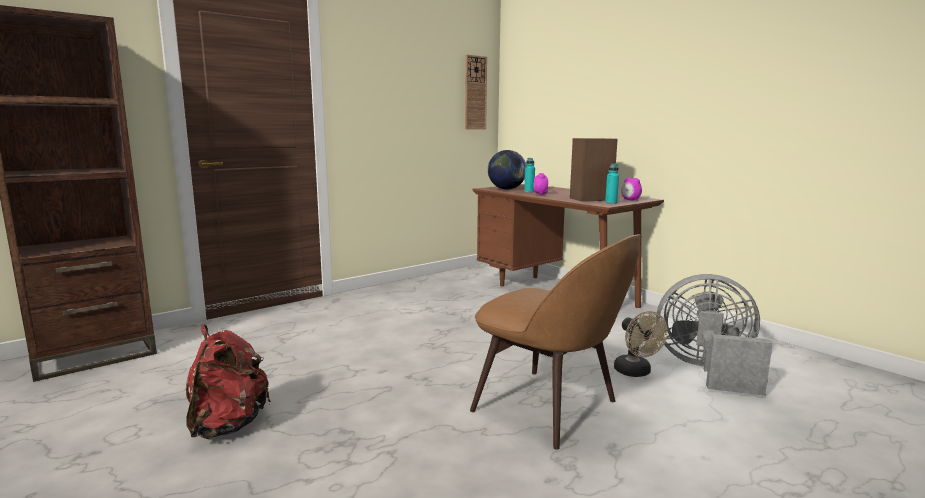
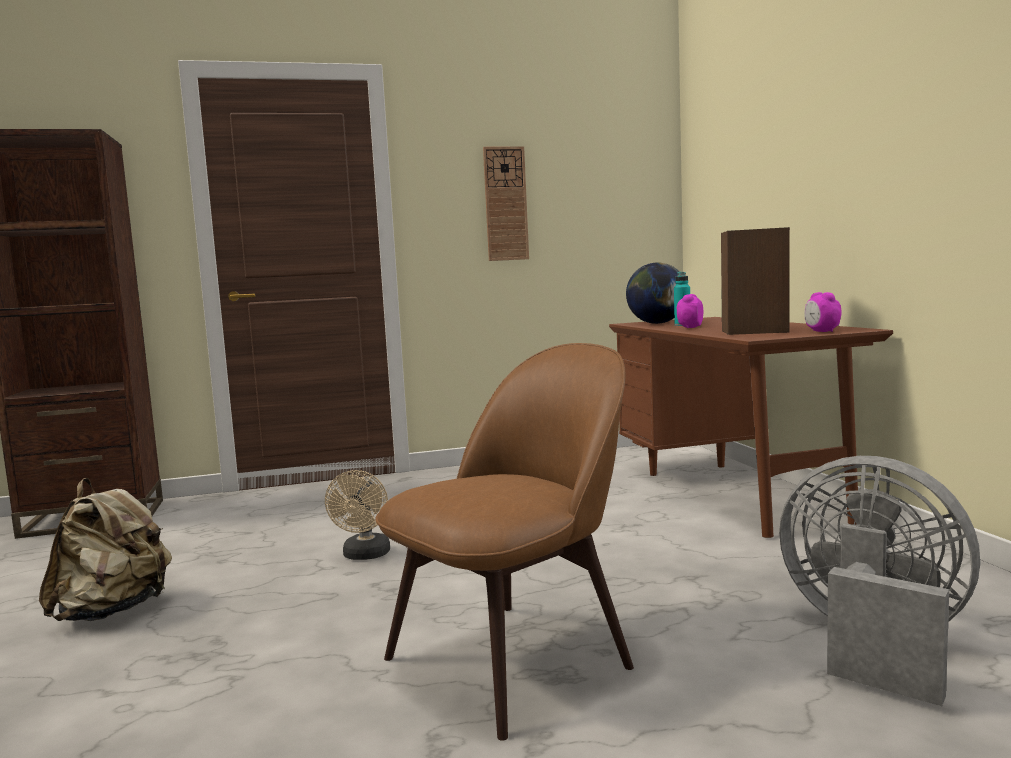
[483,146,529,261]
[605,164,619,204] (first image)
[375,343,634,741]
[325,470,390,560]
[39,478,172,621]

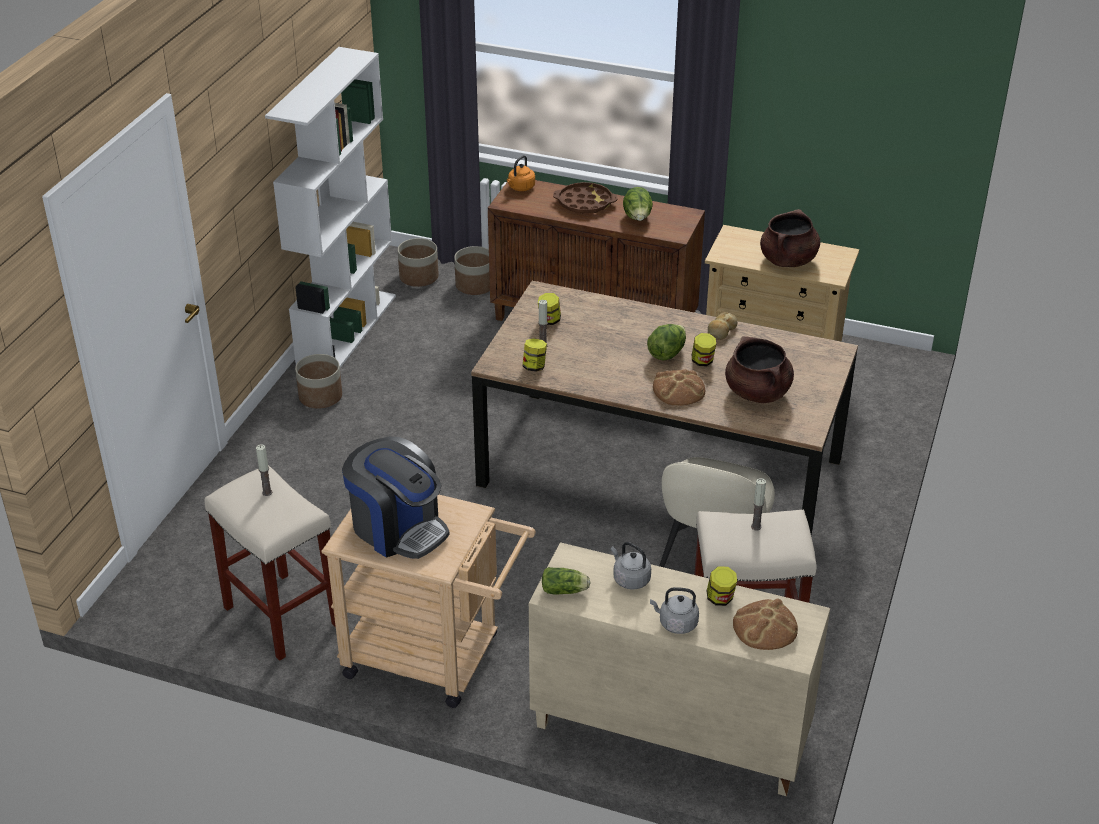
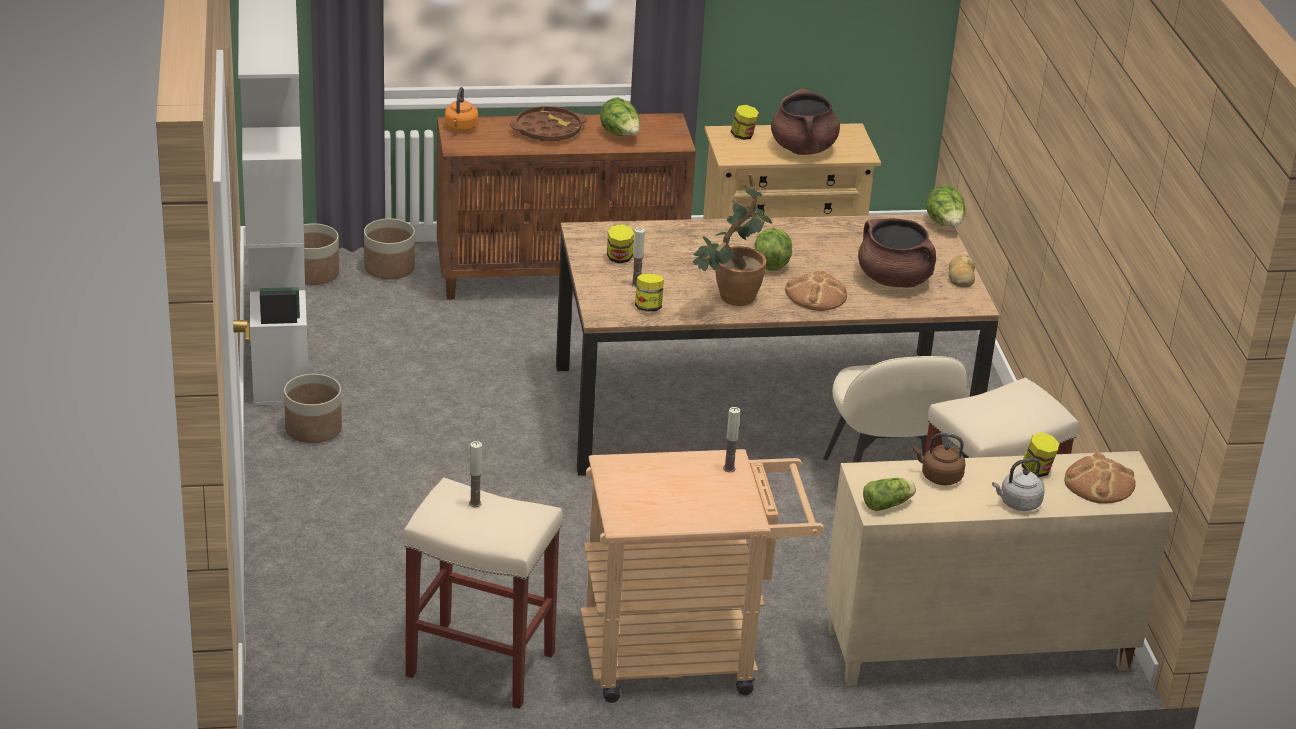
[949,255,975,287]
[731,105,759,140]
[342,437,450,559] (first image)
[723,407,740,472]
[913,433,965,486]
[692,174,773,306]
[926,185,965,227]

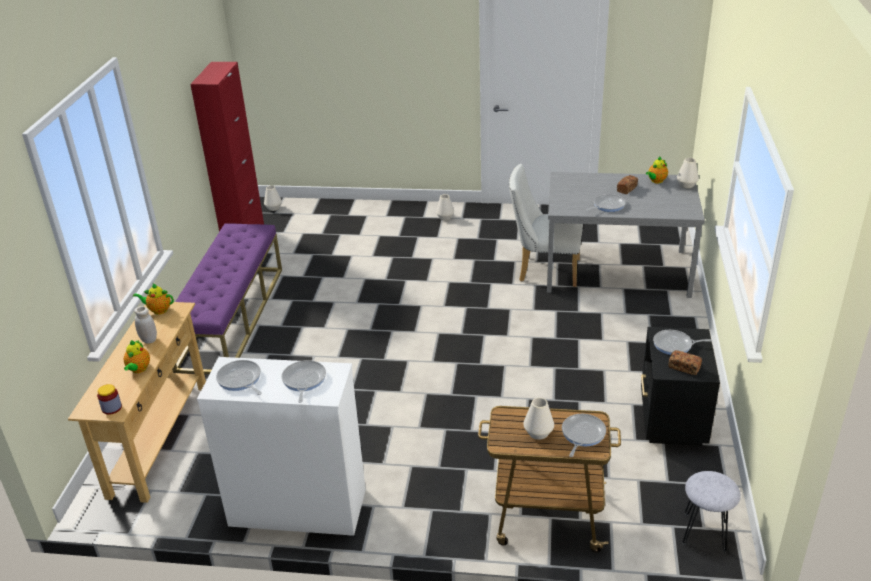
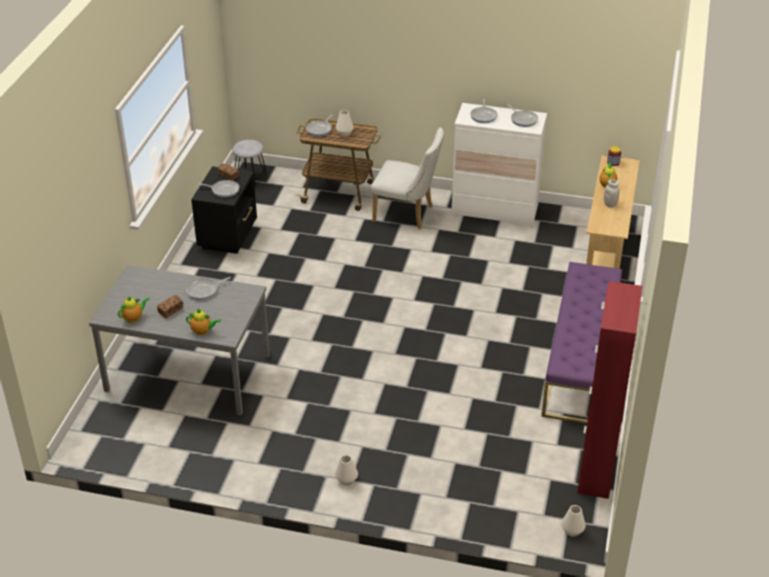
[677,158,699,188] (first image)
[371,127,444,229]
[186,309,221,335]

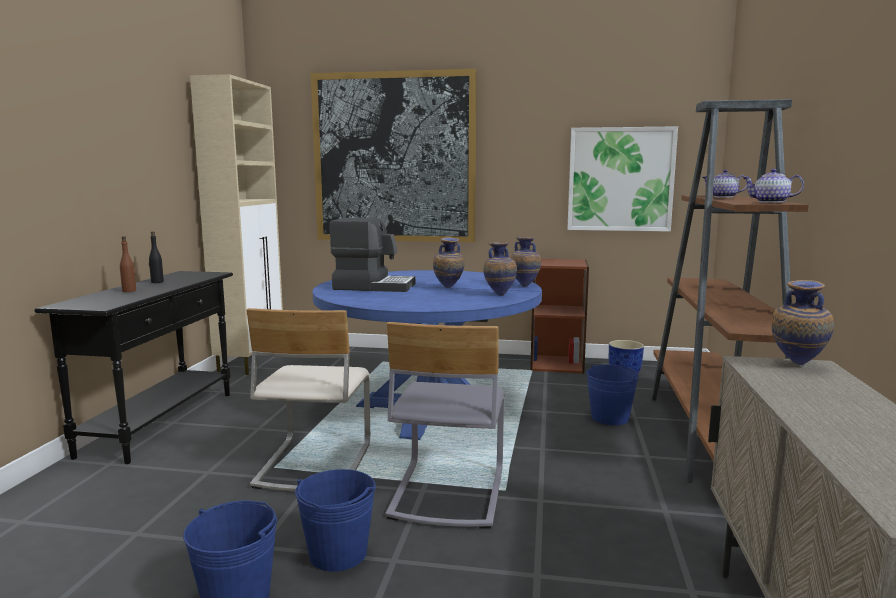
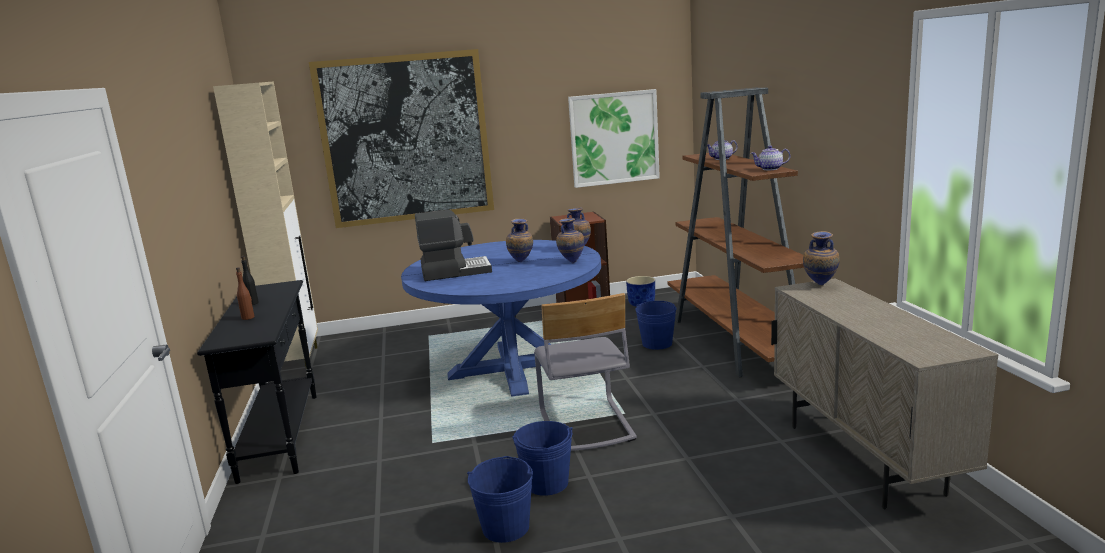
[246,308,370,491] (first image)

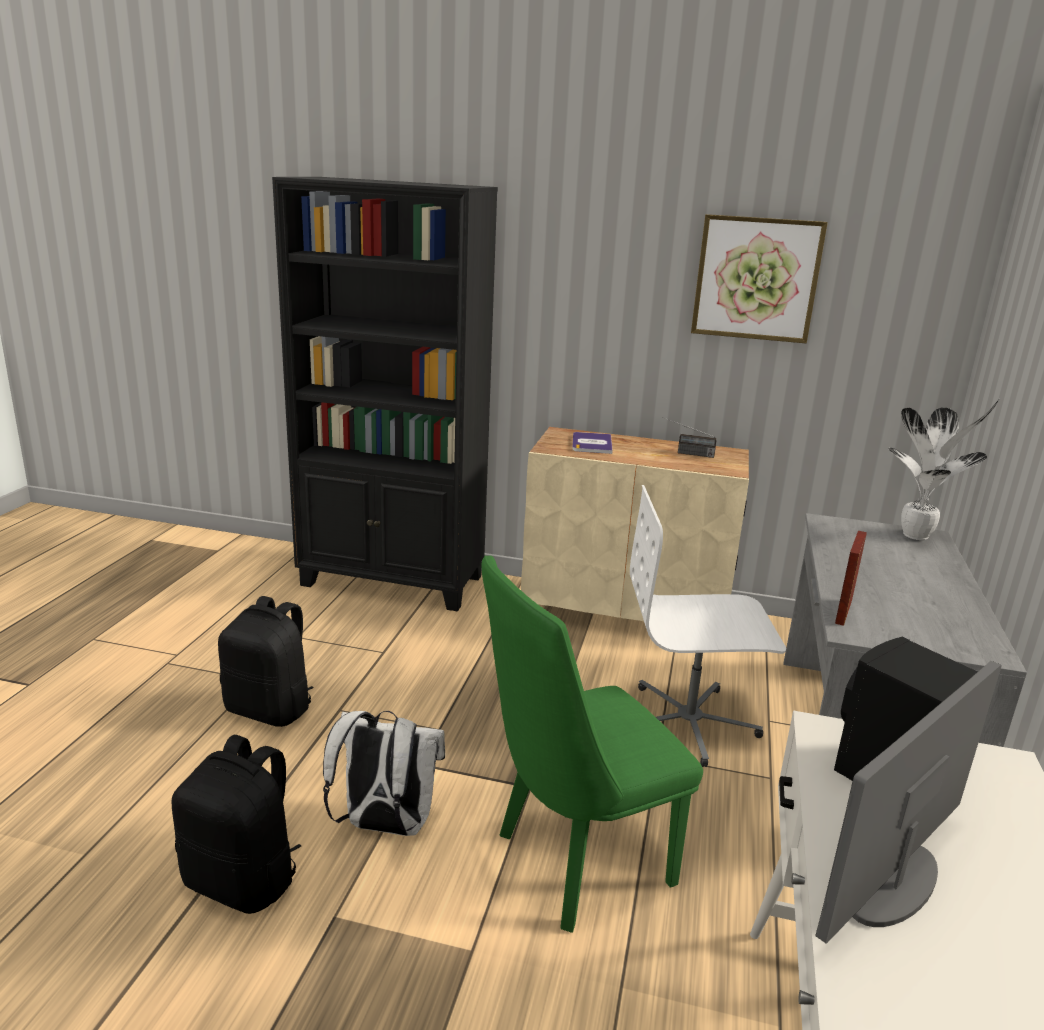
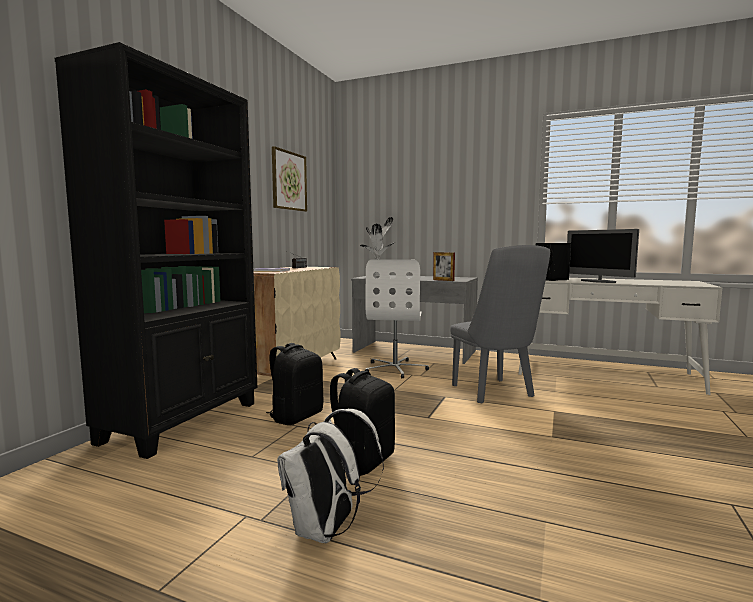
[450,245,550,403]
[277,409,384,543]
[266,343,323,425]

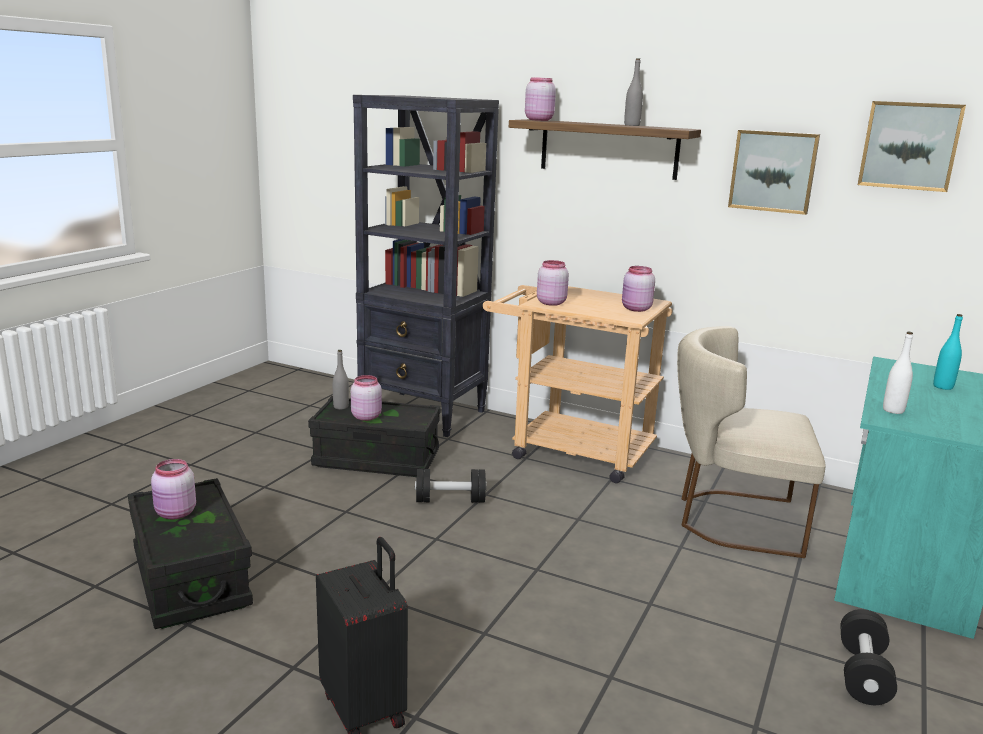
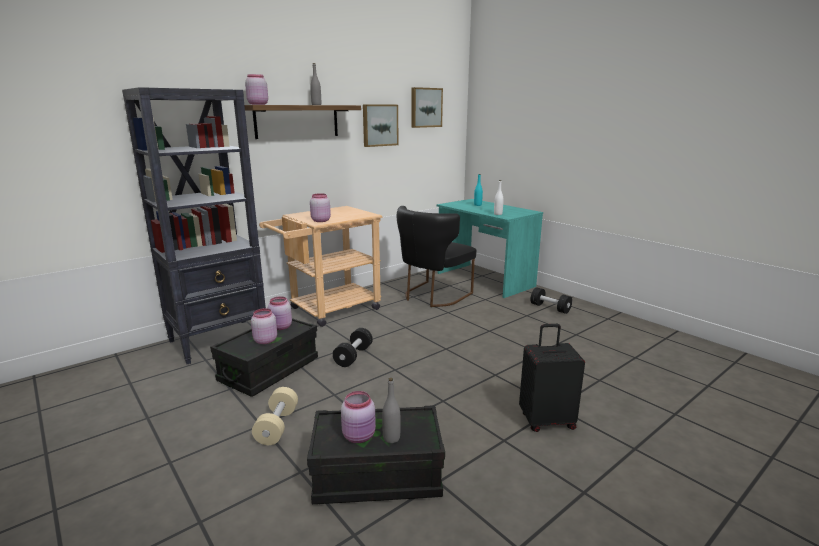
[267,296,292,330]
[397,206,477,307]
[382,378,400,443]
[252,387,298,445]

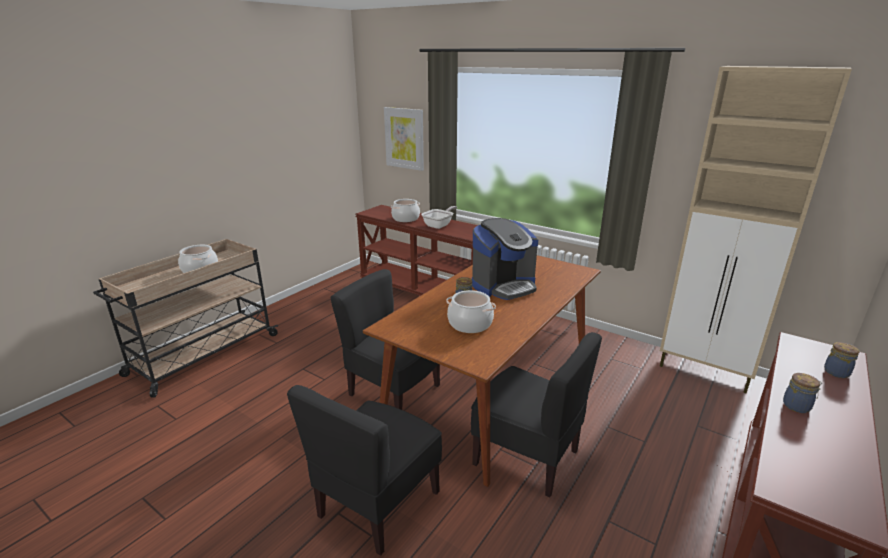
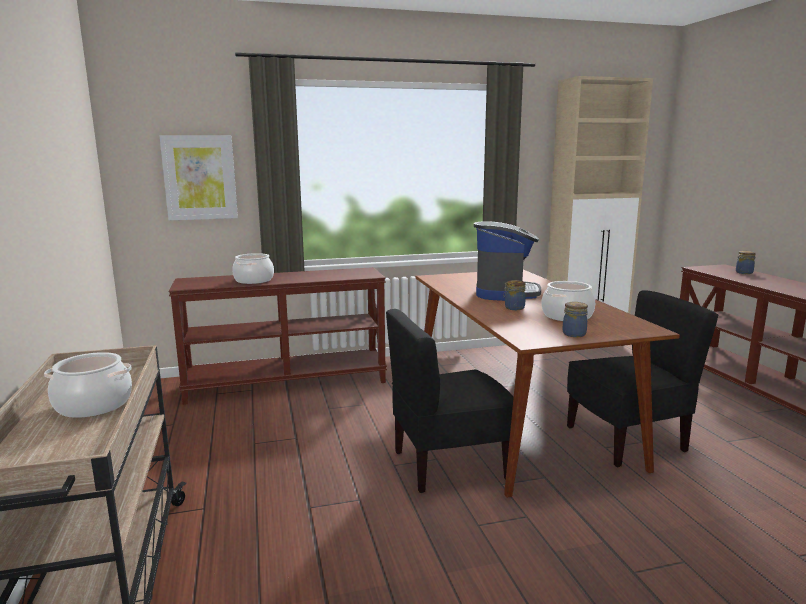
[421,206,457,229] (first image)
[562,302,588,337]
[287,385,442,556] (first image)

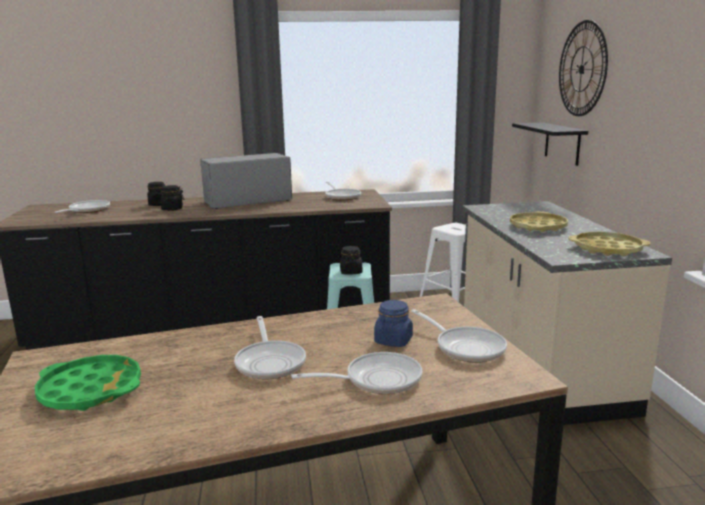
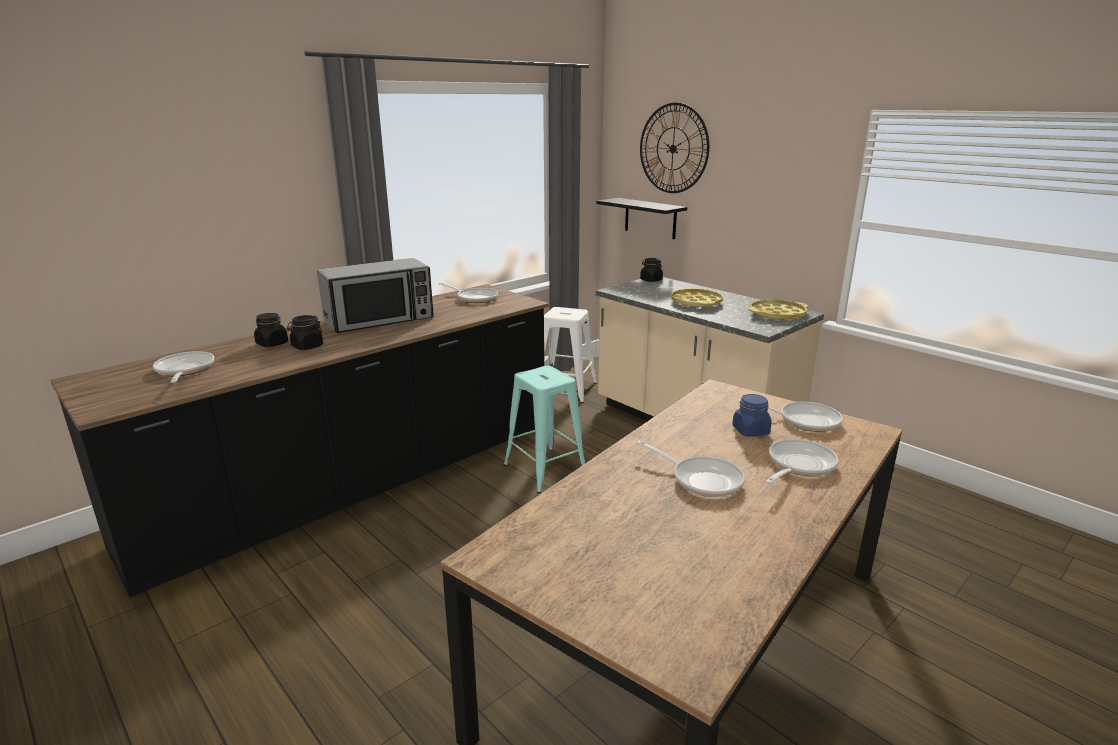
[317,258,434,333]
[640,258,663,282]
[35,355,141,411] (first image)

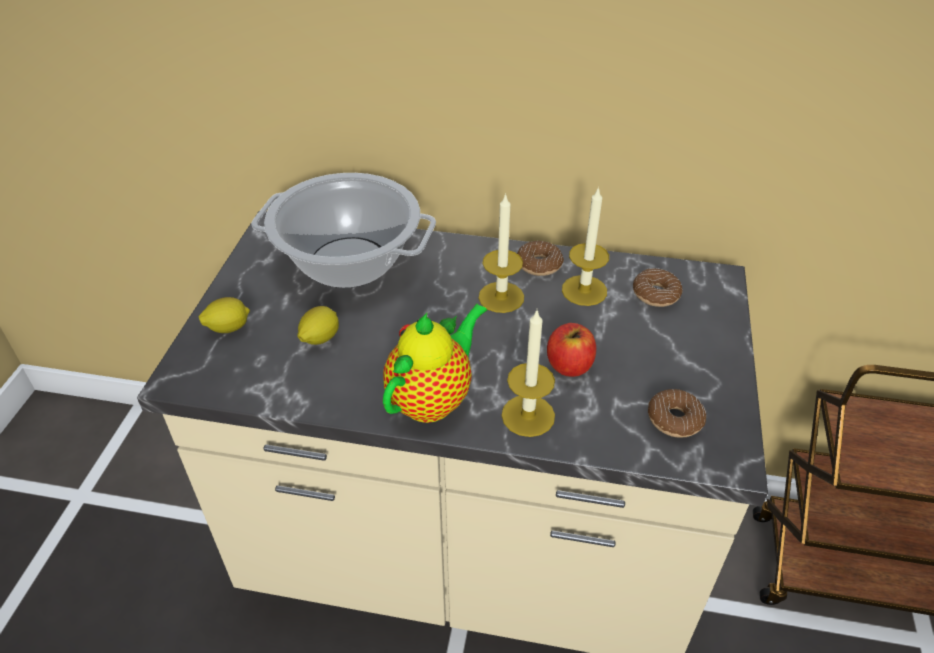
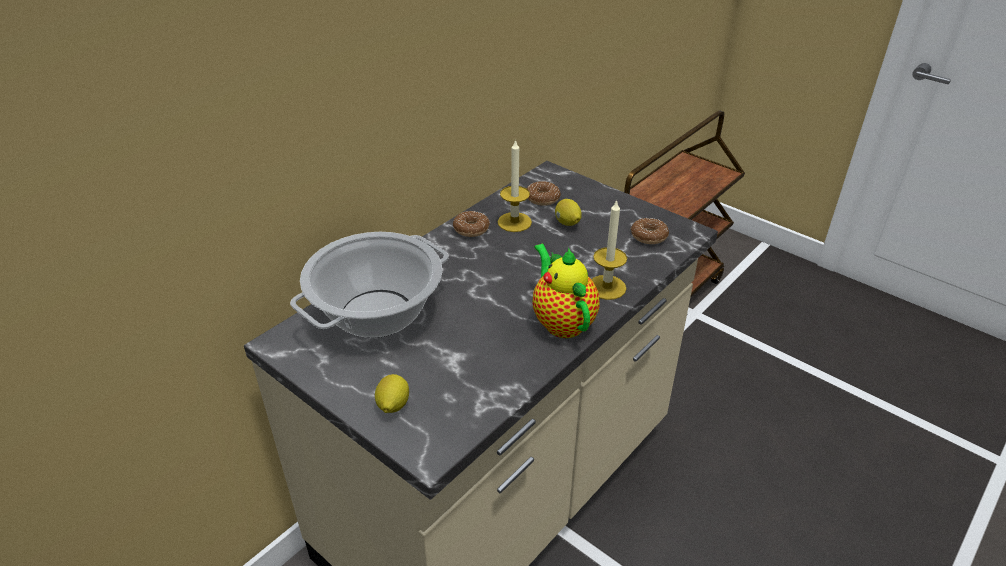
[479,193,524,313] (first image)
[555,199,581,226]
[547,323,596,377] (first image)

